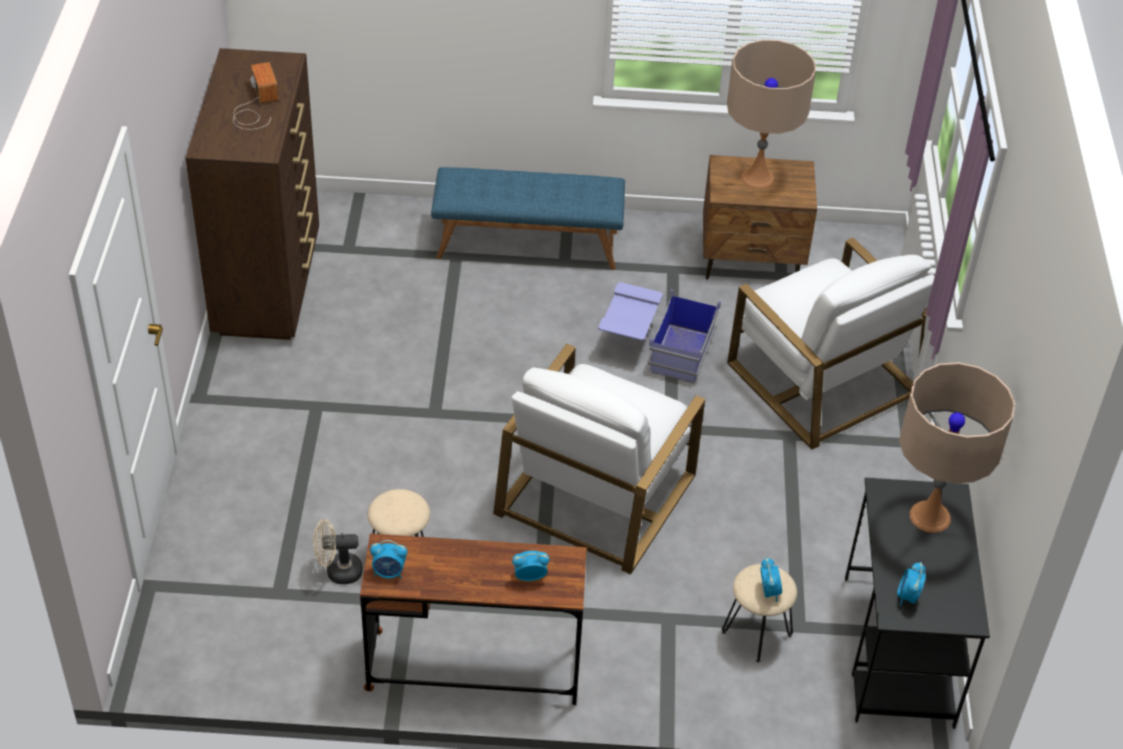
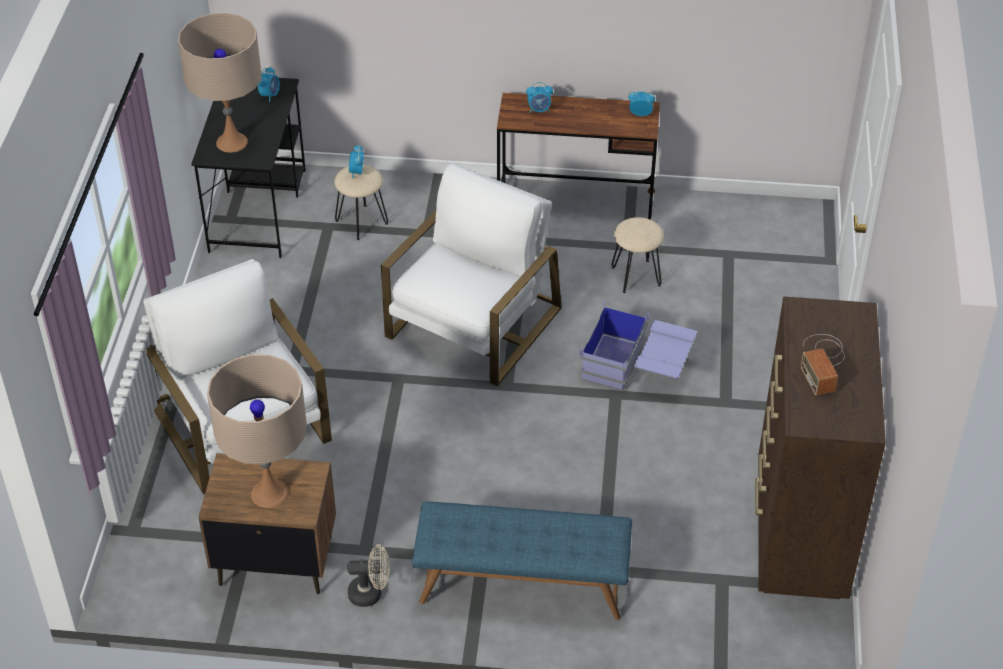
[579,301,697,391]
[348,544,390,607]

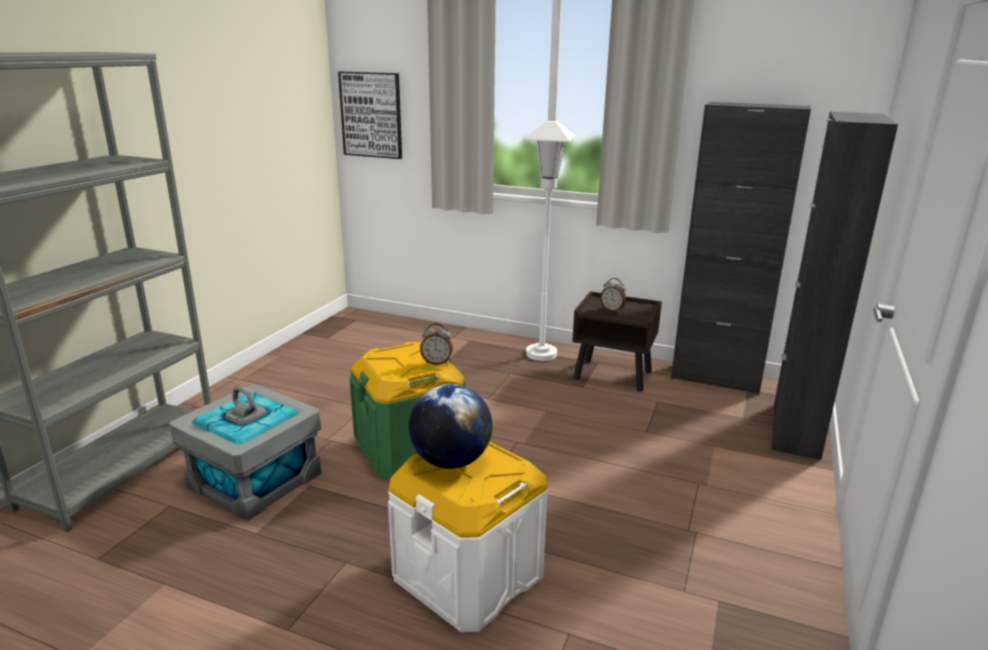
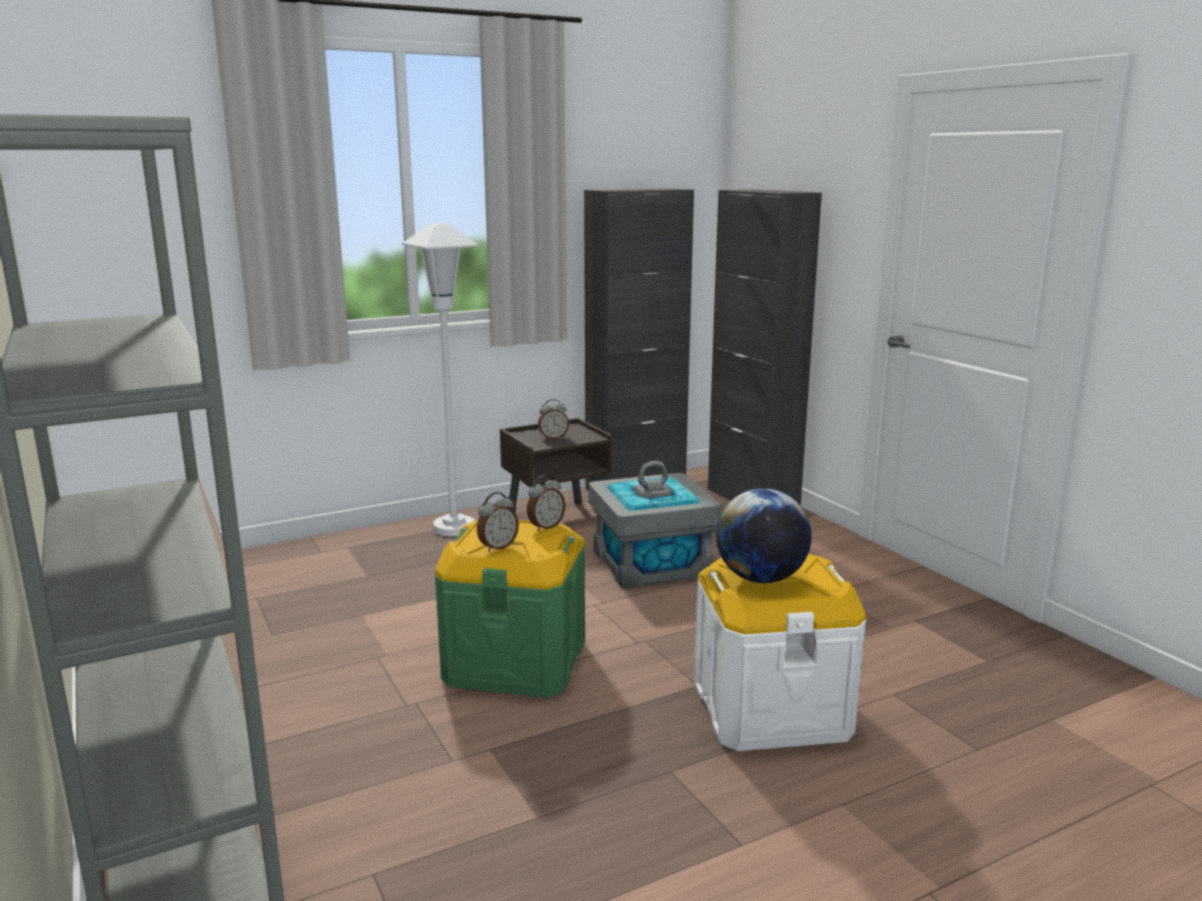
[338,72,402,159] (first image)
[588,461,721,589]
[477,492,519,552]

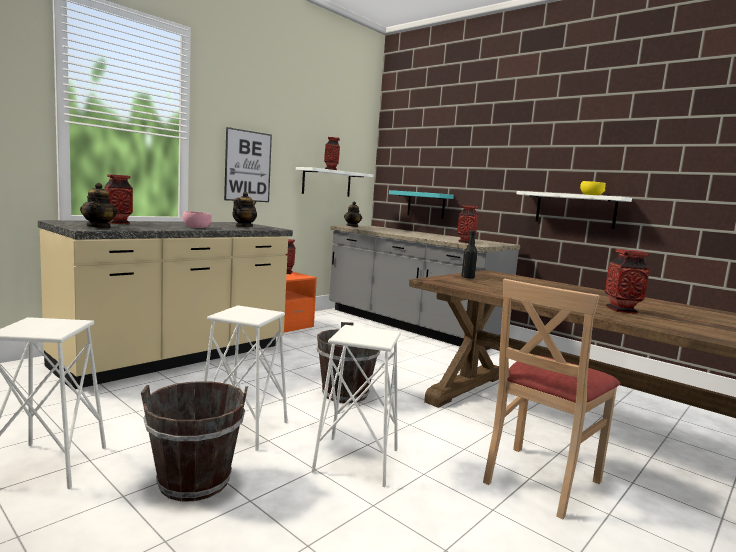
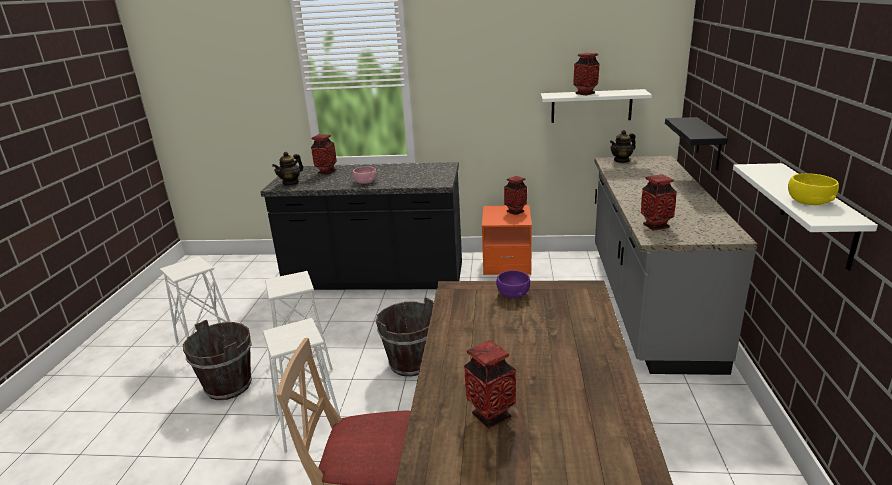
[224,127,272,202] (first image)
[665,117,728,170]
[233,192,257,227] (first image)
[260,162,462,290]
[496,270,530,298]

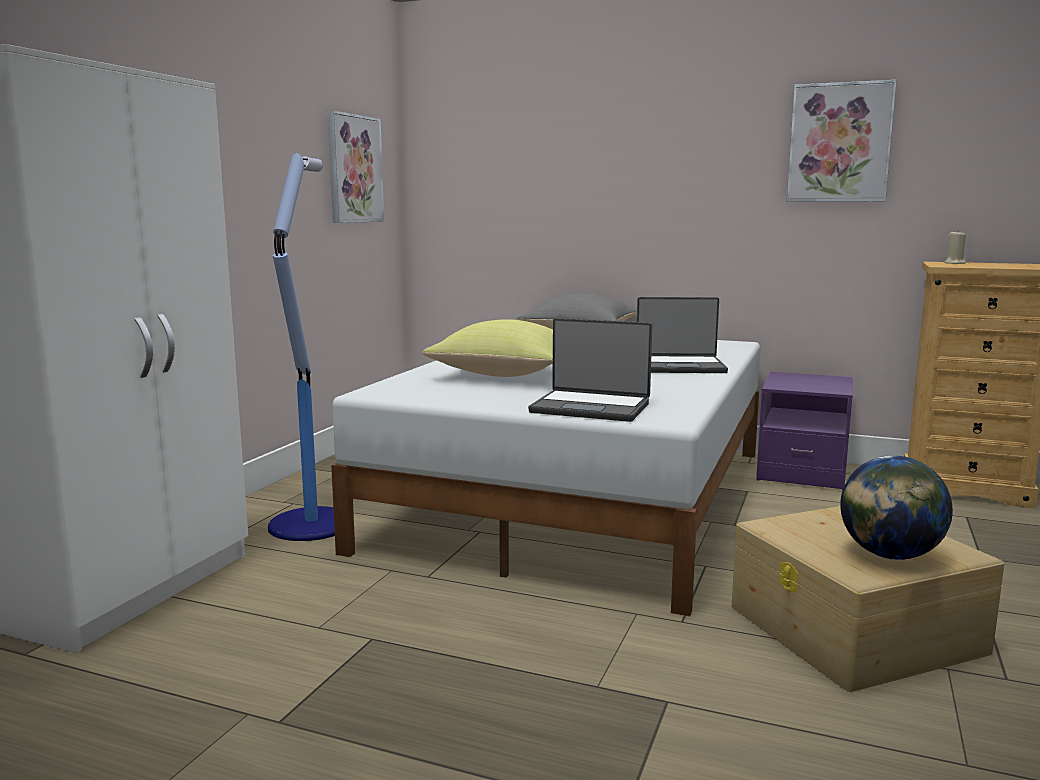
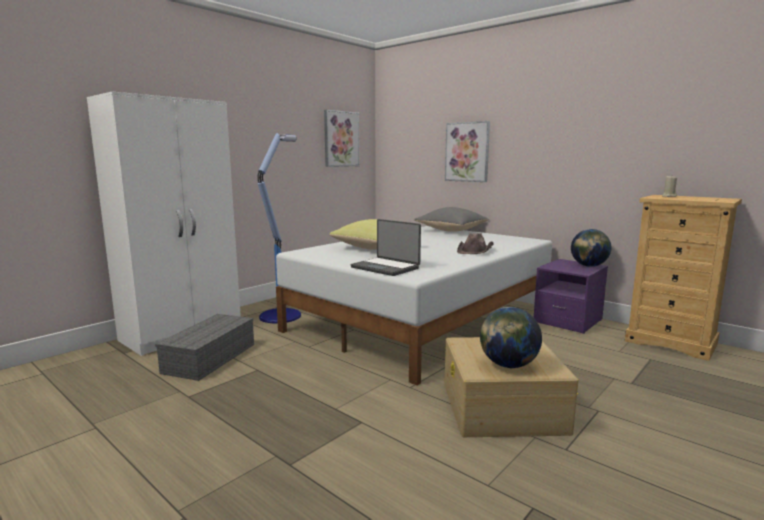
[445,121,490,182]
[457,233,494,254]
[571,229,611,267]
[155,314,254,381]

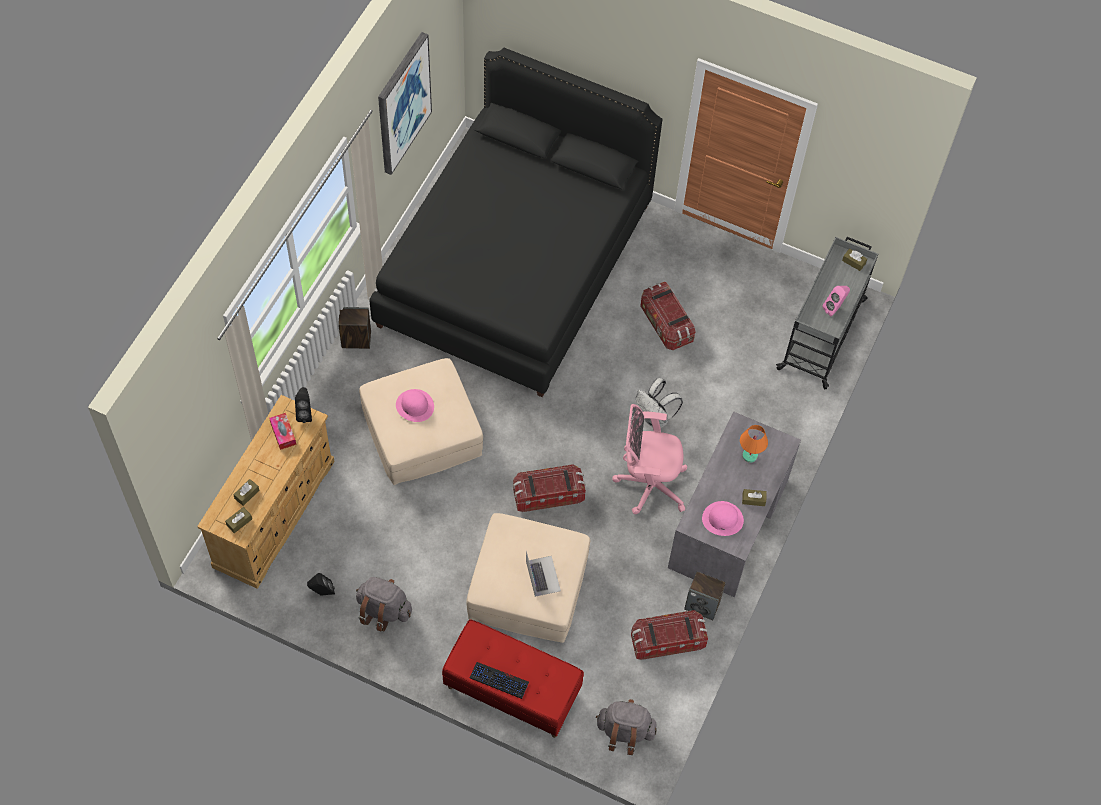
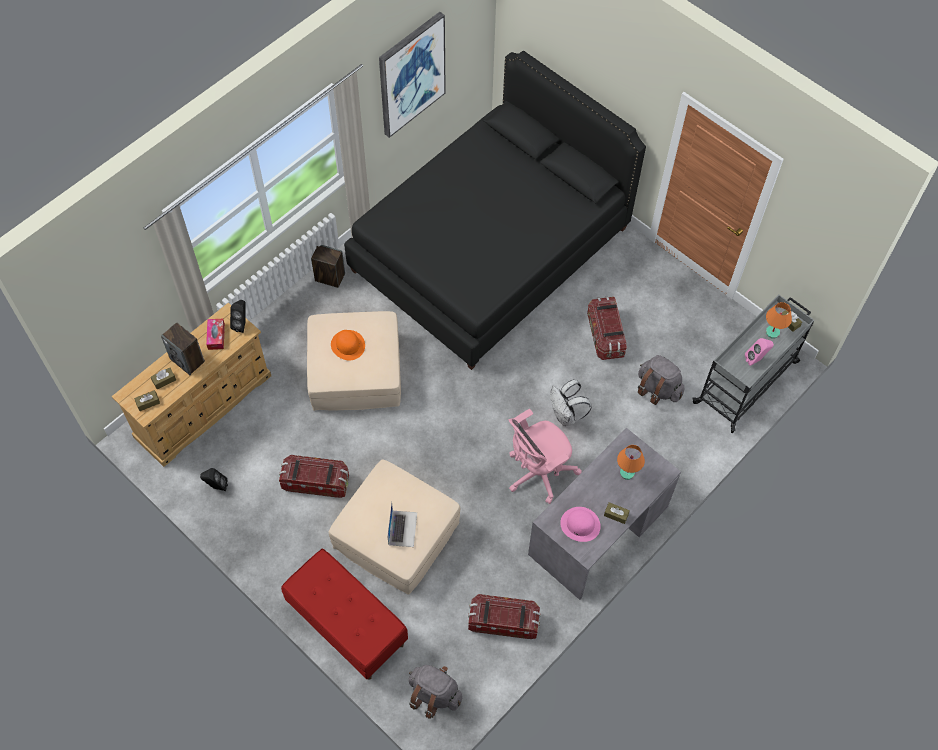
[331,330,365,360]
[508,409,582,504]
[279,455,349,498]
[161,322,205,375]
[638,355,684,405]
[470,662,529,699] (first image)
[766,302,792,339]

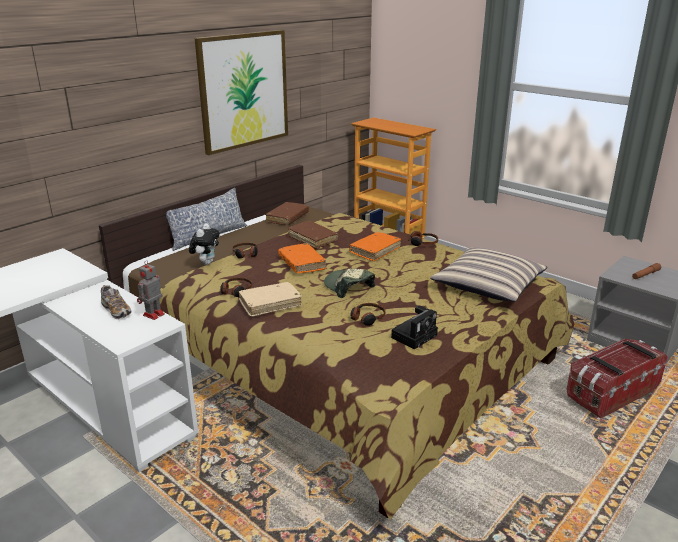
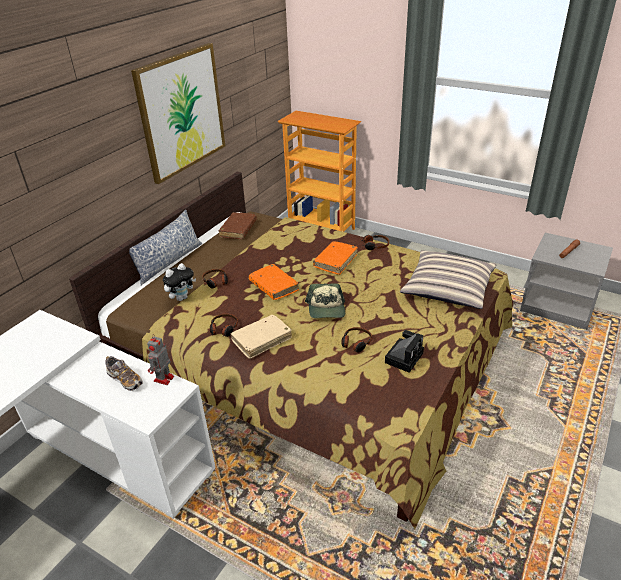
[288,221,338,249] (first image)
[163,263,196,301]
[305,283,345,318]
[567,339,668,419] (first image)

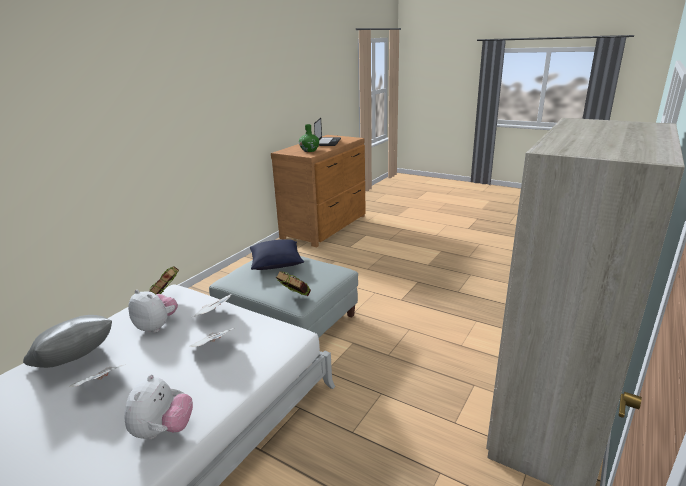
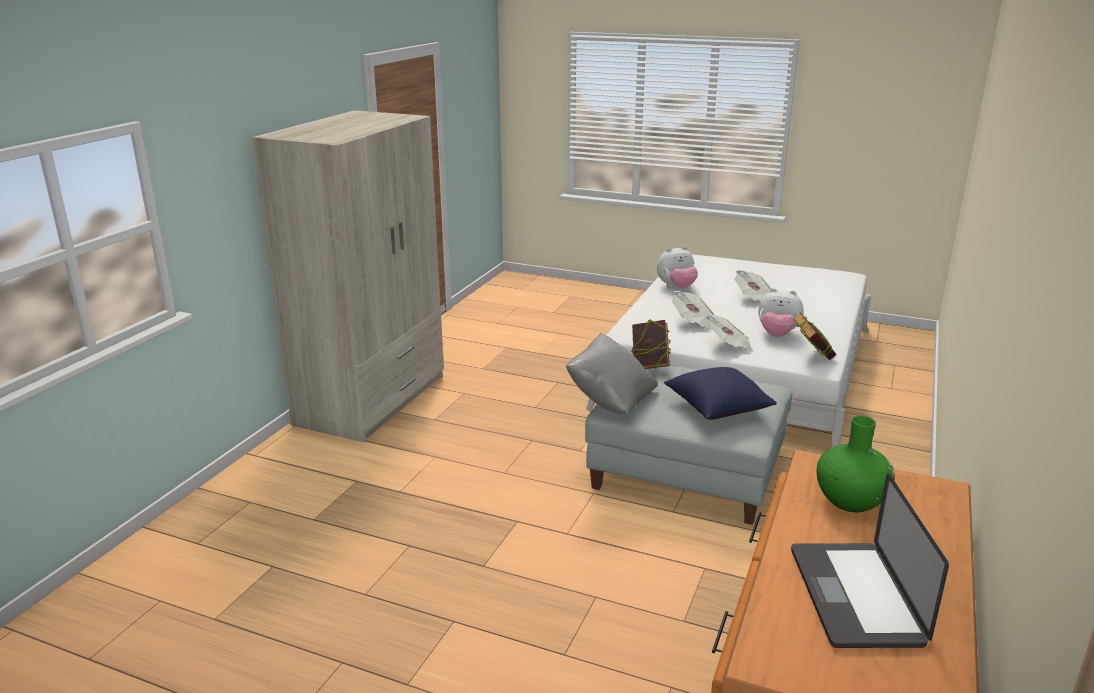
[566,333,658,414]
[657,246,698,288]

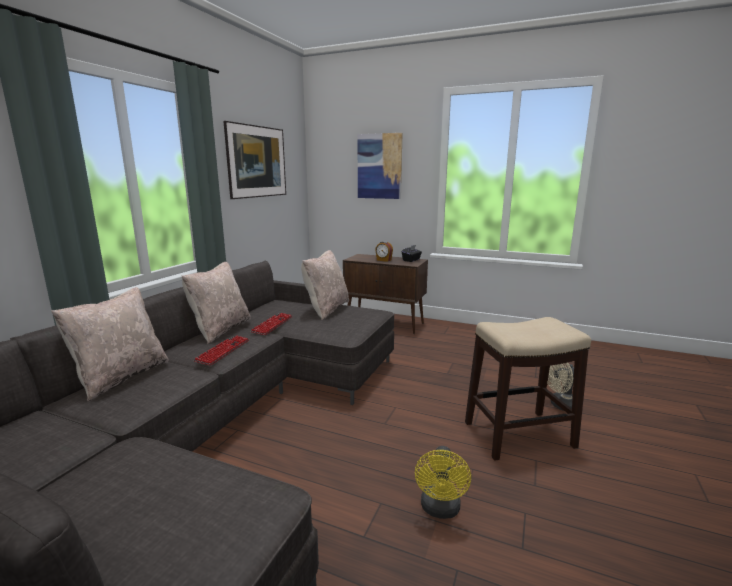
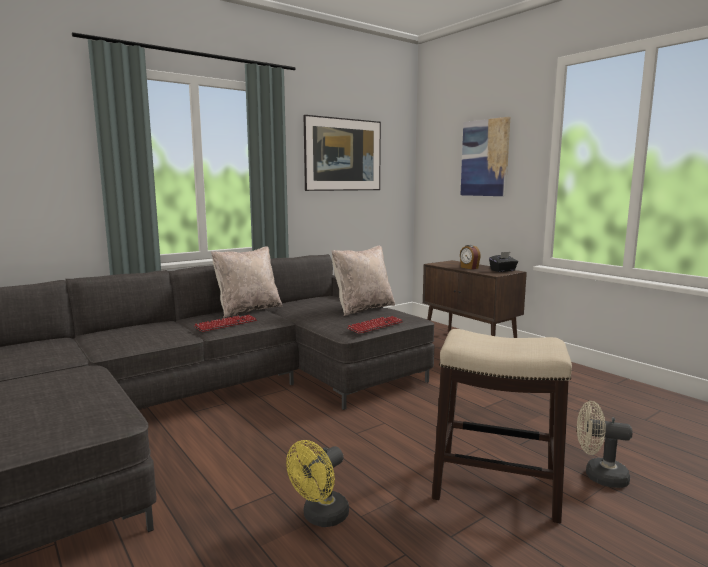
[51,287,169,402] (first image)
[347,316,403,334]

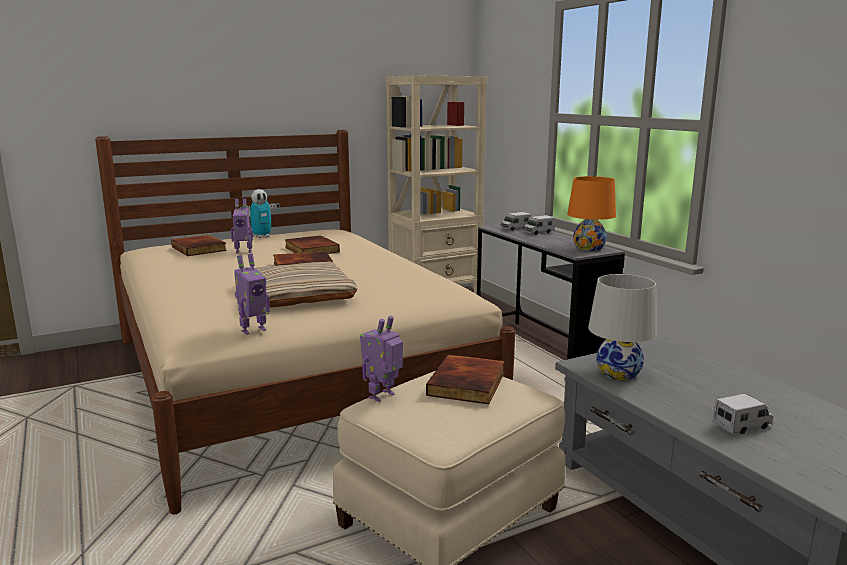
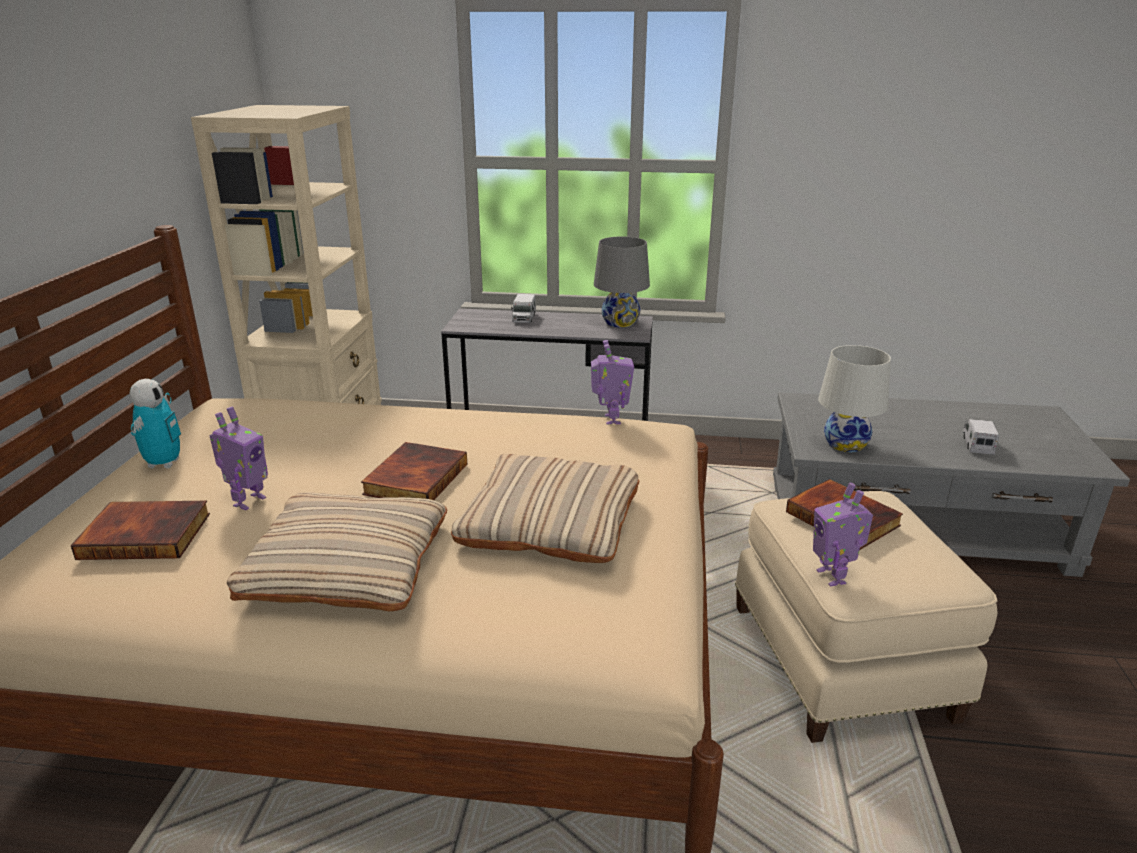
[594,236,650,328]
[500,212,531,231] (first image)
[285,235,340,254] (first image)
[591,340,634,424]
[227,492,447,611]

